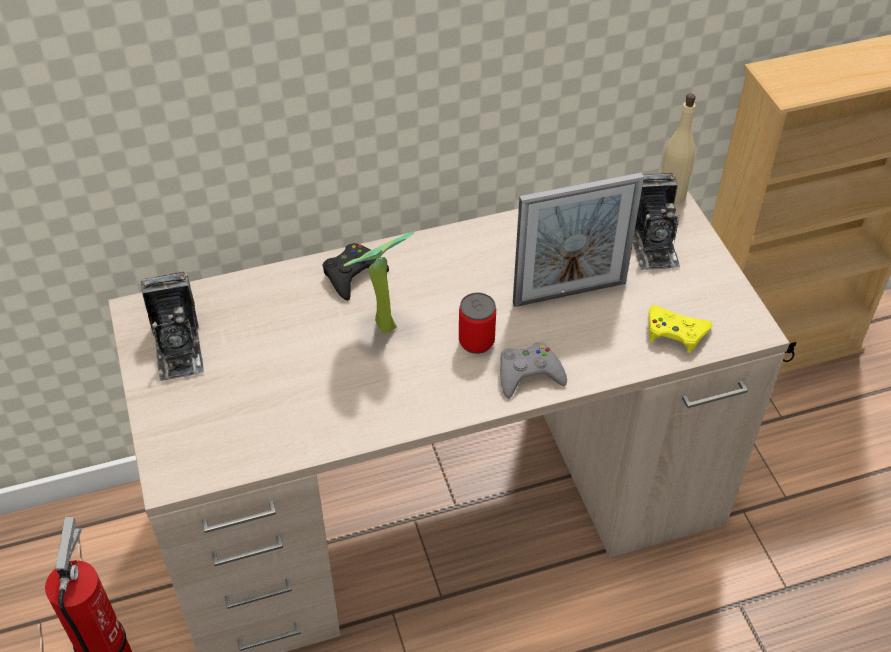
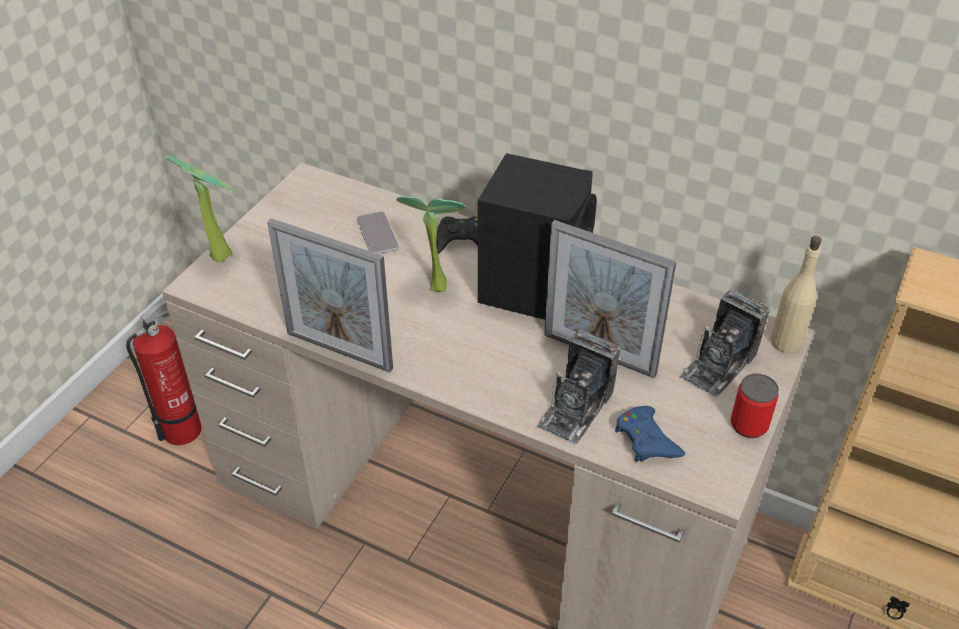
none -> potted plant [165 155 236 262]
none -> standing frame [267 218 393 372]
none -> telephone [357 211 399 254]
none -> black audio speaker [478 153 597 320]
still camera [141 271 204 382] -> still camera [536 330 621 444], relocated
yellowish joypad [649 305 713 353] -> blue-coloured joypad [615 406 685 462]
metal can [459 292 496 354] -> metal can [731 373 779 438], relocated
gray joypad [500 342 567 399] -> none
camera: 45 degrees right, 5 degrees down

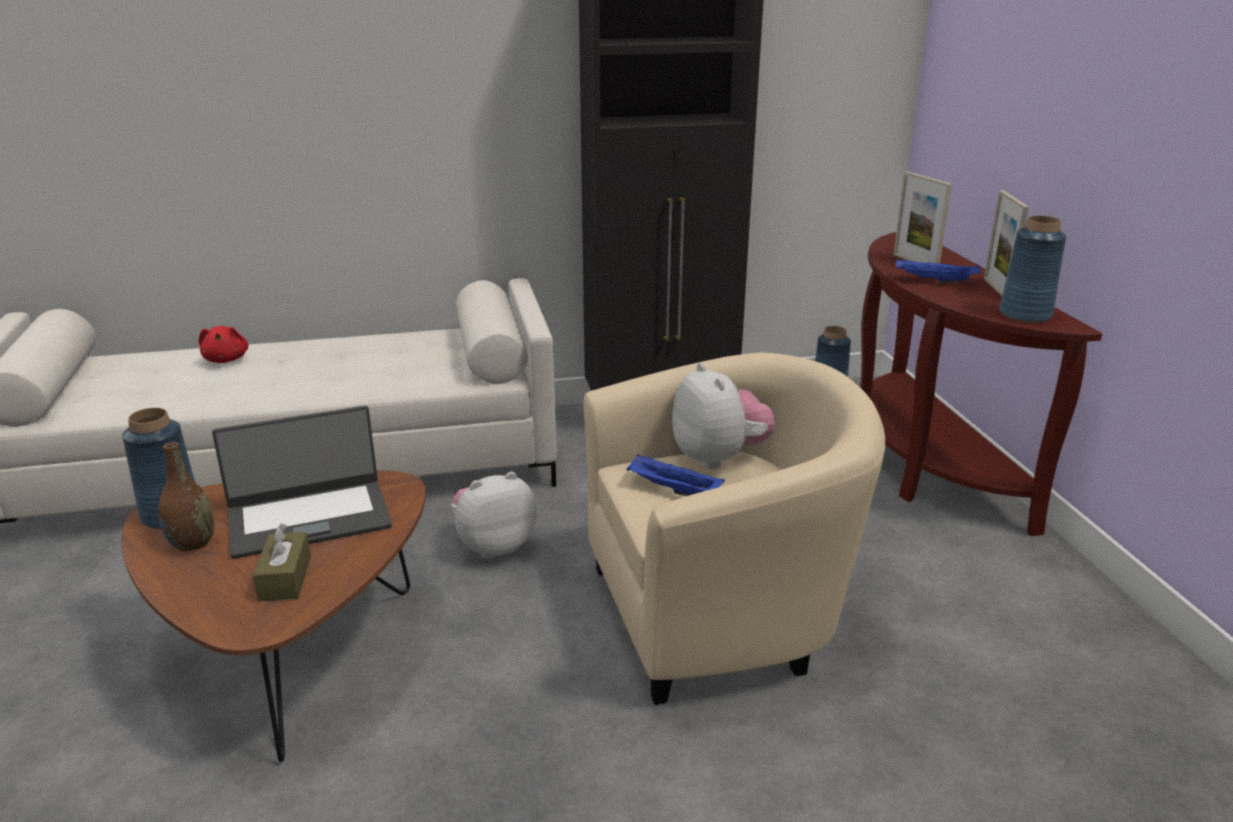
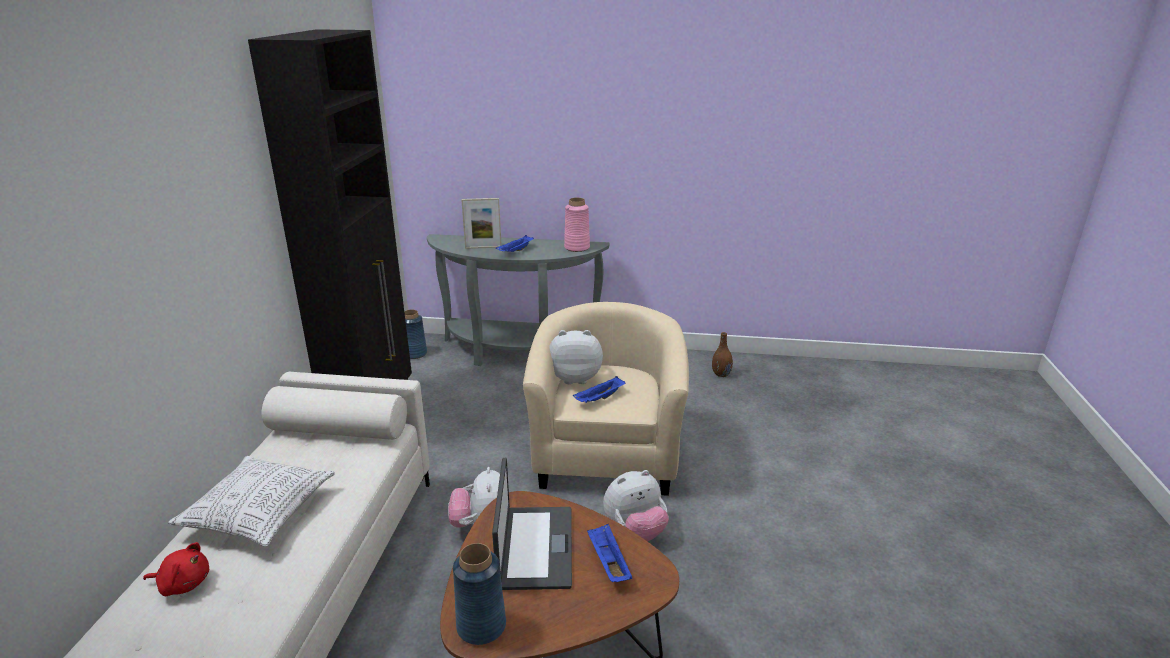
none -> pillow [168 456 335 547]
brownish narrow table [860 232 1102 536] -> gray narrow table [427 234 610 366]
blue-coloured decorative vase [999 216 1066 323] -> pink-coloured decorative vase [564 198 590 252]
brownish tissue box [253 524 311 601] -> blue-coloured tray [587 524 632 582]
none -> plush toy [603 470 669 541]
brownish decorative vase [158 442 215 552] -> brownish decorative vase [712 332 733 377], relocated
standing frame [984 190 1029 296] -> none
camera: 70 degrees left, 0 degrees up

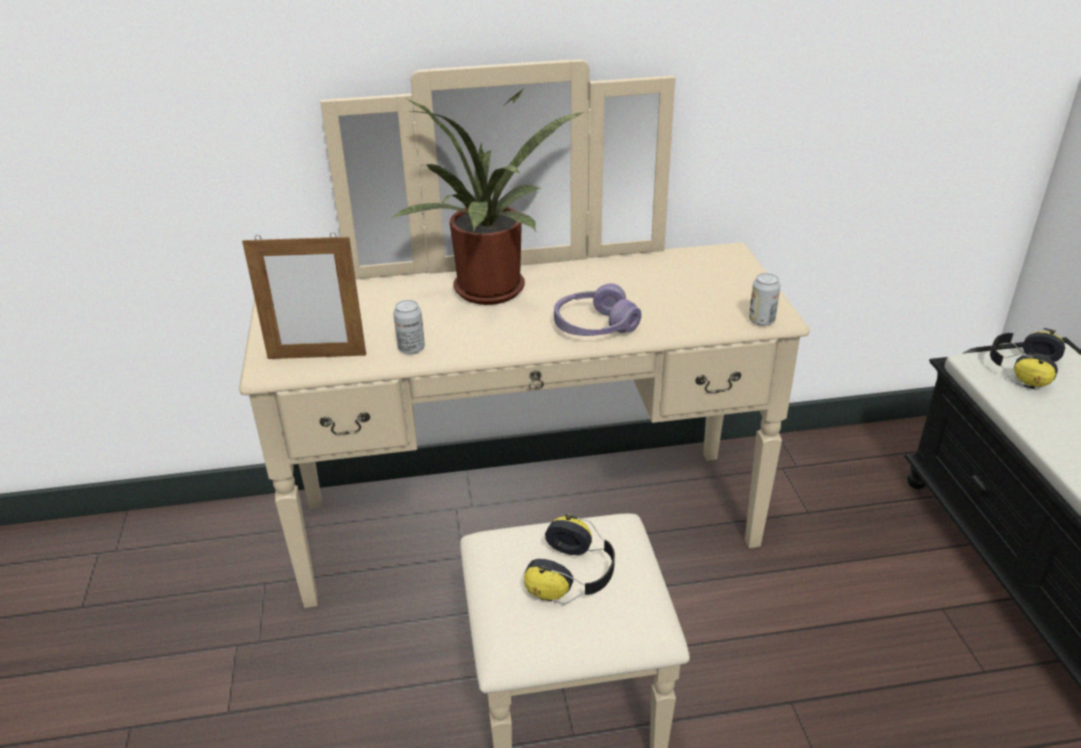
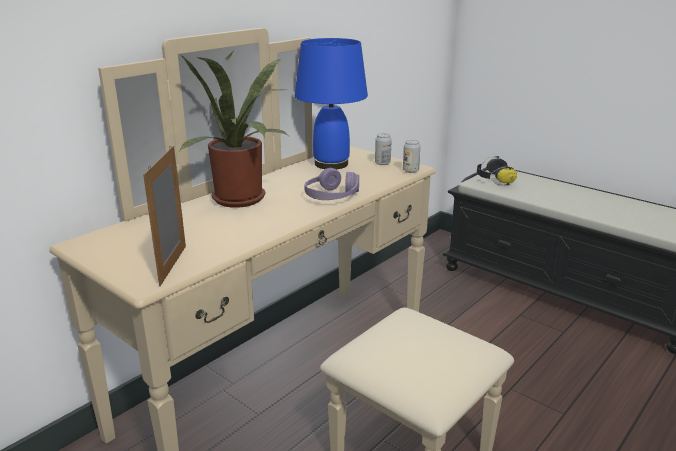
standing frame [242 233 366 359] -> standing frame [143 146 186 286], 135 degrees clockwise
none -> blue-coloured table lamp [295 38 368 169]
metal can [393 300 425 354] -> metal can [375 133 392 165], relocated
headphones [524 514 615 604] -> none
camera: 40 degrees left, 10 degrees down

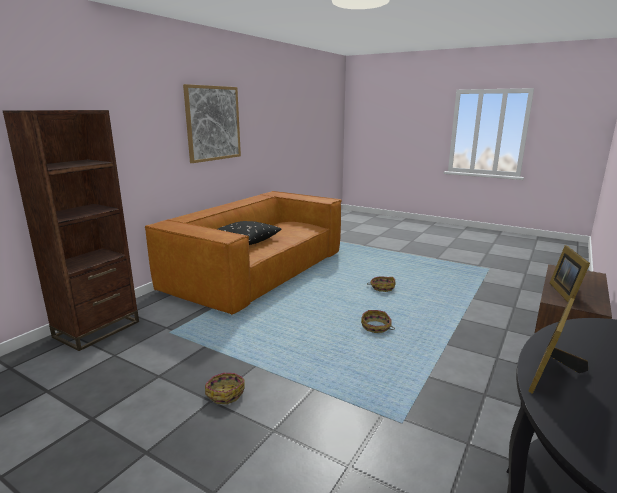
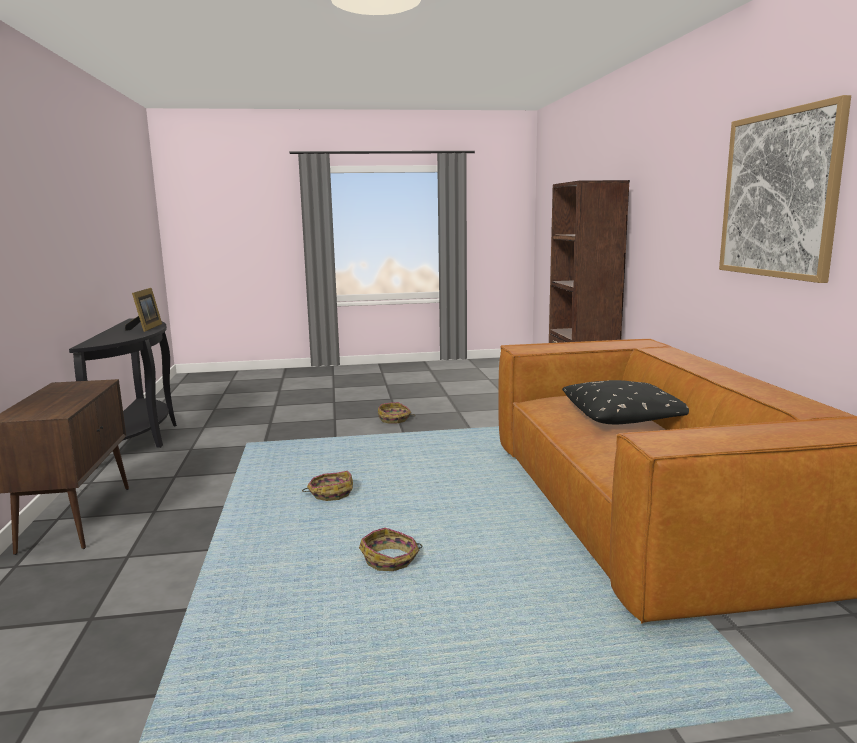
standing frame [550 245 590 302] -> none
camera: 140 degrees right, 5 degrees down

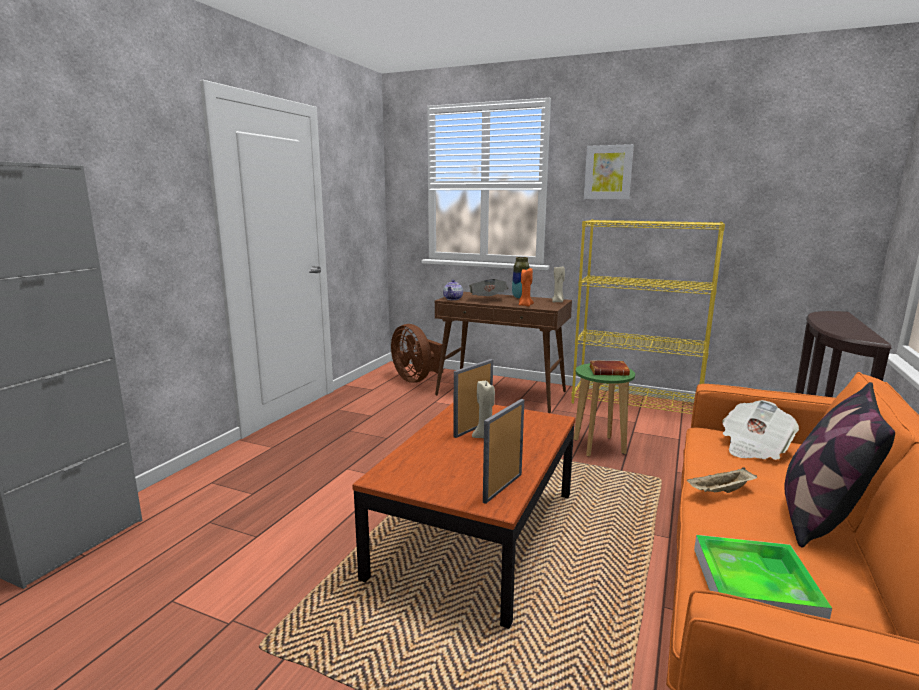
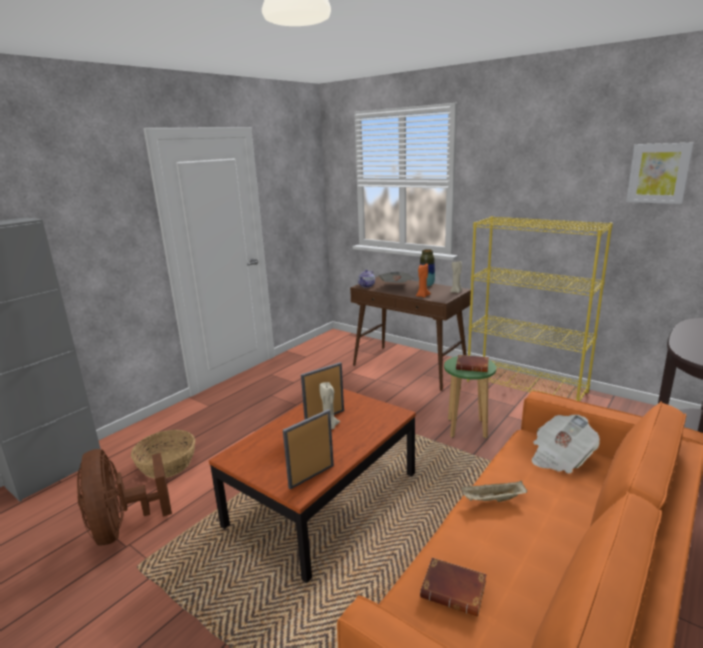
brownish electric fan [391 324 443 383] -> brownish electric fan [77 449 172 546], relocated
none -> storage basket [131 430 195 479]
tray [694 535 832 619] -> brownish volume [420 558 487 617]
wall art [584 144 634 199] -> wall art [626 143 693 204], relocated
pillow [784 382 895 548] -> none
camera: 15 degrees right, 5 degrees up

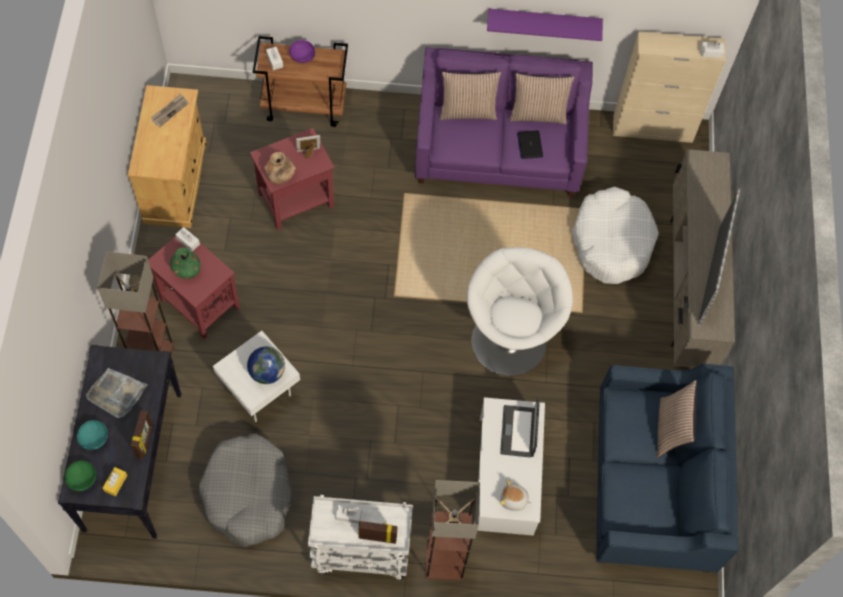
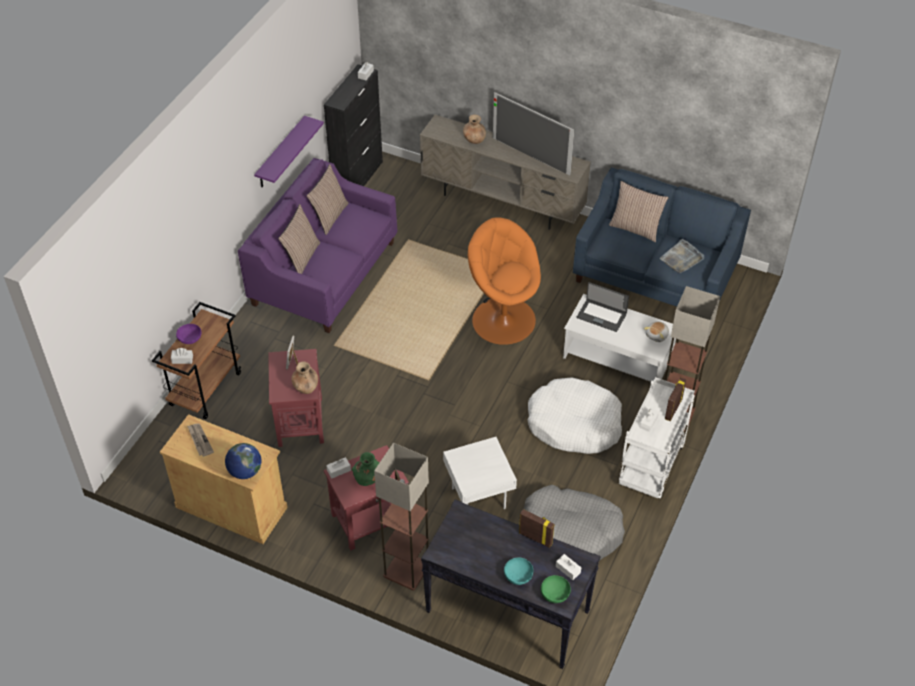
world globe [247 347 285 384] -> world globe [225 443 262 479], relocated
beige storage cabinet [613 31 726 143] -> black storage cabinet [324 64 383 186]
none -> brownish decorative vase [463 115 486 144]
white easy chair [467 247 573 376] -> orange-coloured easy chair [468 218 541 345]
white dog bed [572 187 659 284] -> white dog bed [528 377 622 454], relocated
yellowish tissue box [102 467 128 496] -> white tissue box [556 554 581 580]
gray tray [86 368 148 418] -> gray tray [659 239 704 273], relocated
notebook computer [517 130 543 159] -> none
camera: 65 degrees left, 15 degrees down

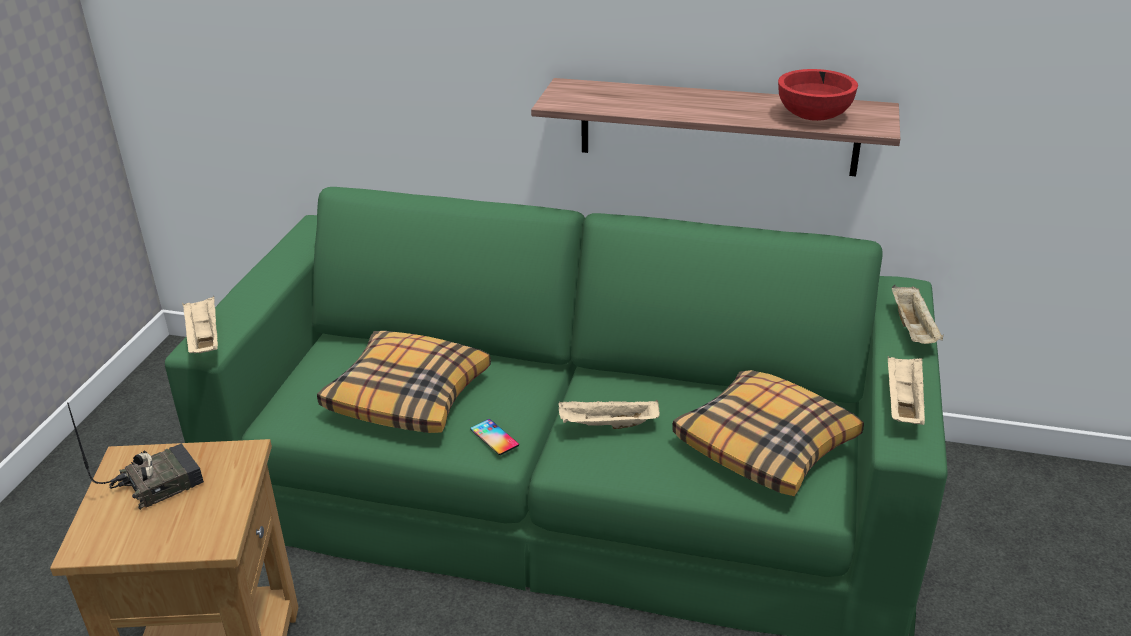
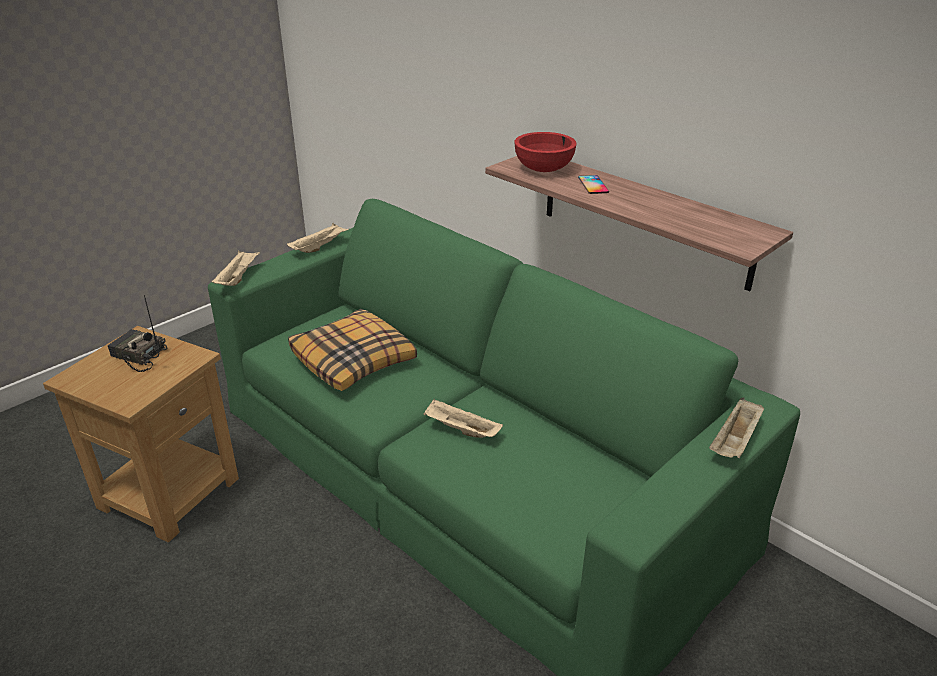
radio set [67 403 204 510] -> radio set [108 295 168 372], 150 degrees counterclockwise
beige tray [888 356 925 425] -> beige tray [287 223 349 253], relocated
reddish deep dish [778 69 858 121] -> reddish deep dish [514 132 577 172], relocated
telephone [470 419 519 455] -> telephone [578 175 609 194], relocated
pillow [672 370 864 496] -> none
camera: 30 degrees right, 0 degrees up

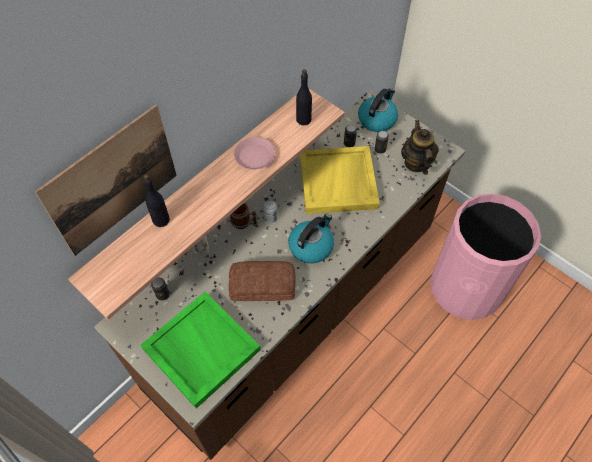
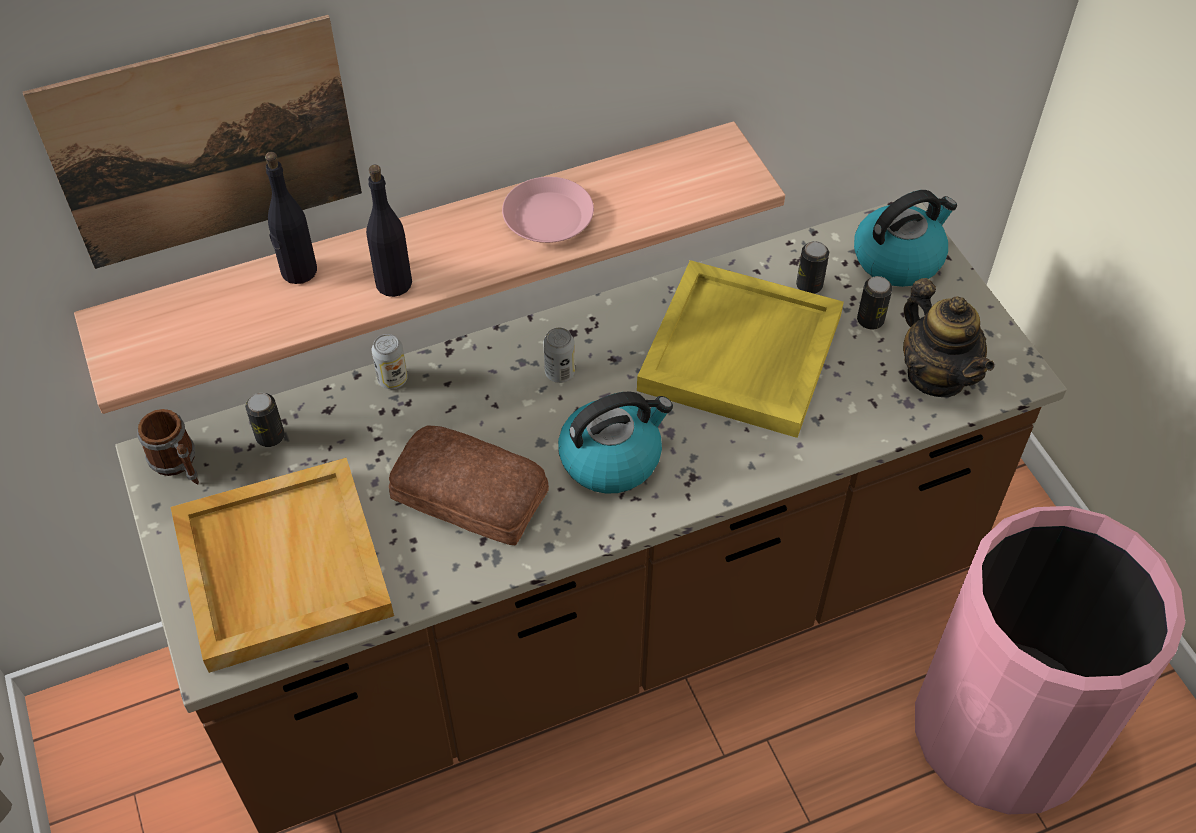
tea mug [230 202 258 229] -> tea mug [137 409 199 484], relocated
green tray [141 292 261 409] -> beige tray [171 458 394 673]
black bottle [296 69 312 125] -> black bottle [366 165 412 297], relocated
teapot [401 120 439 175] -> teapot [903 278 994 397], 135 degrees clockwise
camera: 25 degrees right, 5 degrees down

